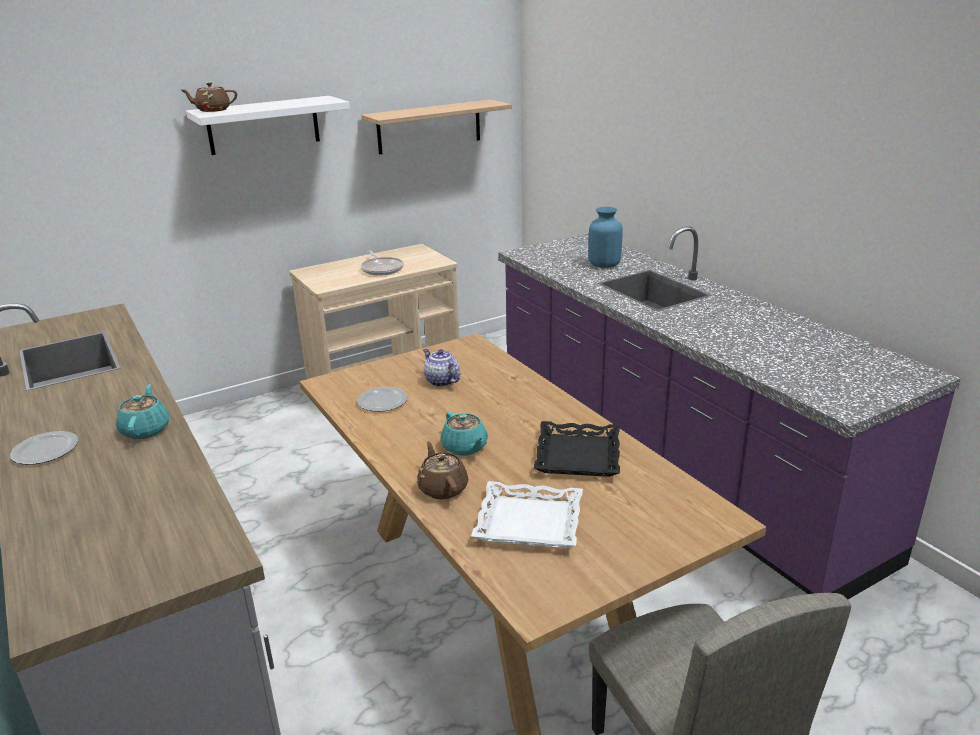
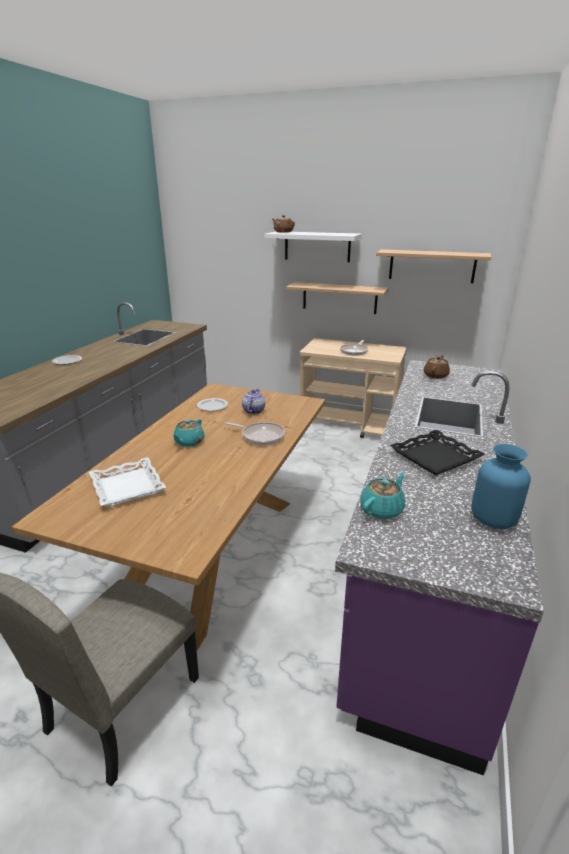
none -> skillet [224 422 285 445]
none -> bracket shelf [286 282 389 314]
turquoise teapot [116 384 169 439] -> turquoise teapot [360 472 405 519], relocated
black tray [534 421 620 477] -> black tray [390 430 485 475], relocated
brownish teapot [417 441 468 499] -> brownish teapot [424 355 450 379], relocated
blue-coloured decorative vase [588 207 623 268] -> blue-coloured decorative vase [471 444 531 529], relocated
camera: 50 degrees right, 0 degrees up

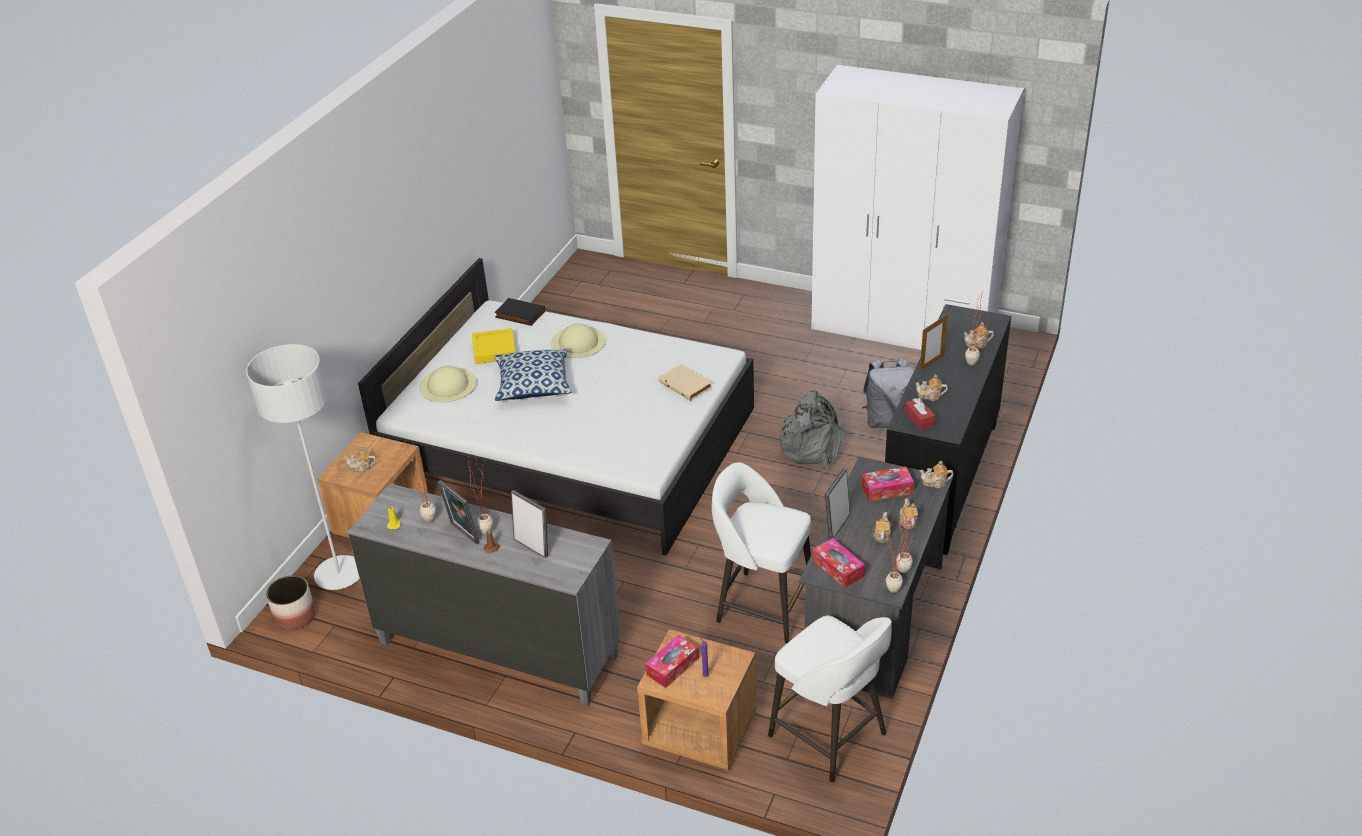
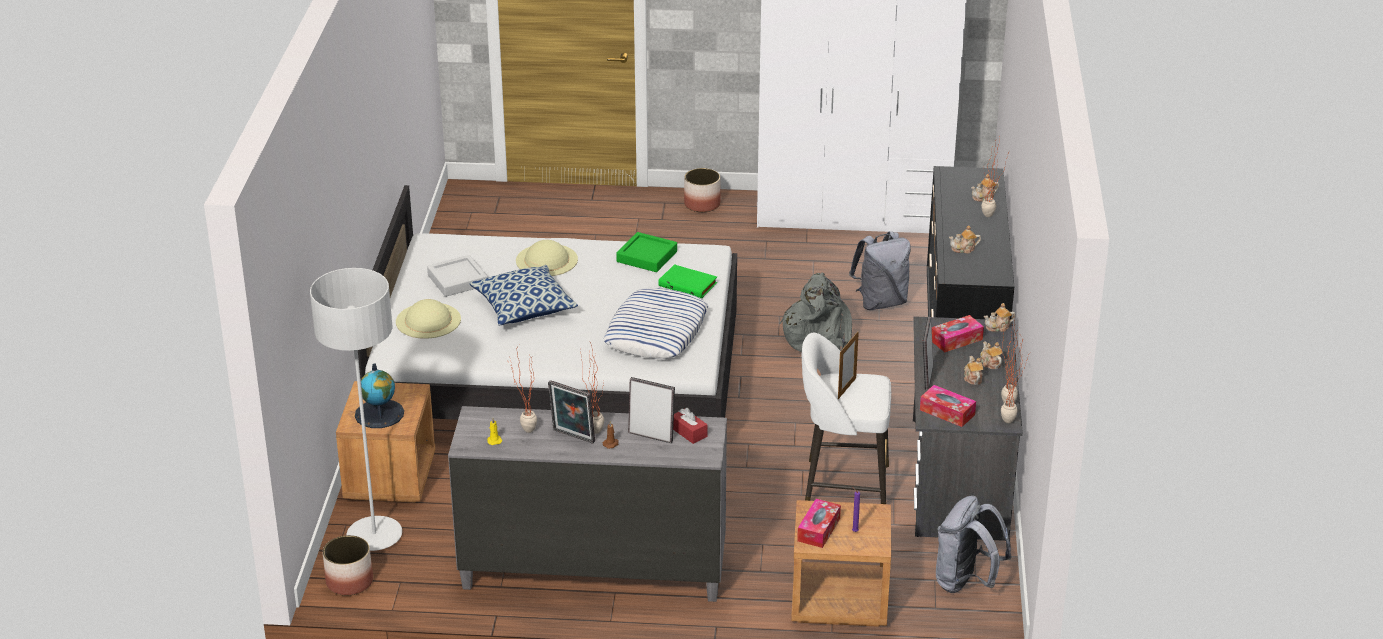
teapot [344 447 376 473] -> world globe [355 363 404 428]
yellowish tray [472 328 516 364] -> gray tray [427 255 488 297]
none -> pillow [604 288 708 359]
none -> green tray [616 232 677 272]
beige volume [659 364 712 401] -> green volume [658 264 717 298]
reddish tissue box [905 398 936 430] -> reddish tissue box [673 408 707 444], relocated
none -> planter [684 168 721 212]
standing frame [920 314 948 372] -> standing frame [838 331 859 399], relocated
white stool [768 615 892 782] -> gray backpack [936 496 1012 593]
black volume [495 298 545 326] -> none
camera: 20 degrees left, 5 degrees down

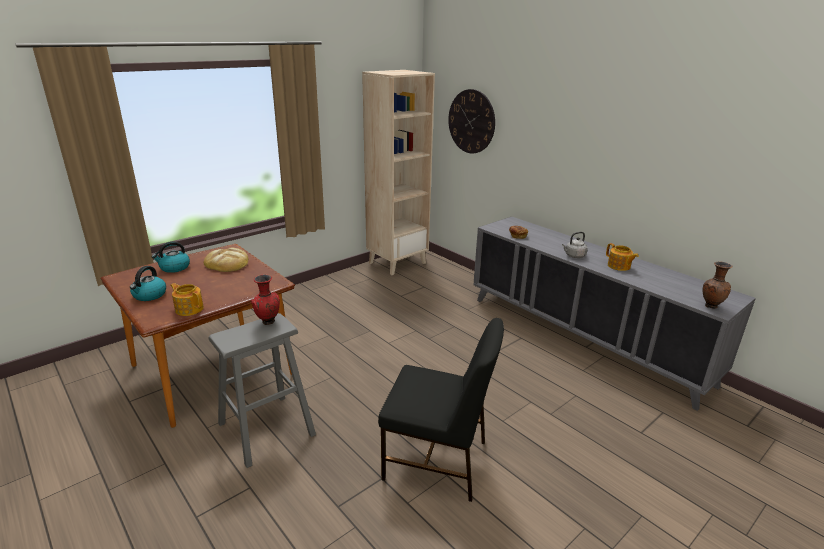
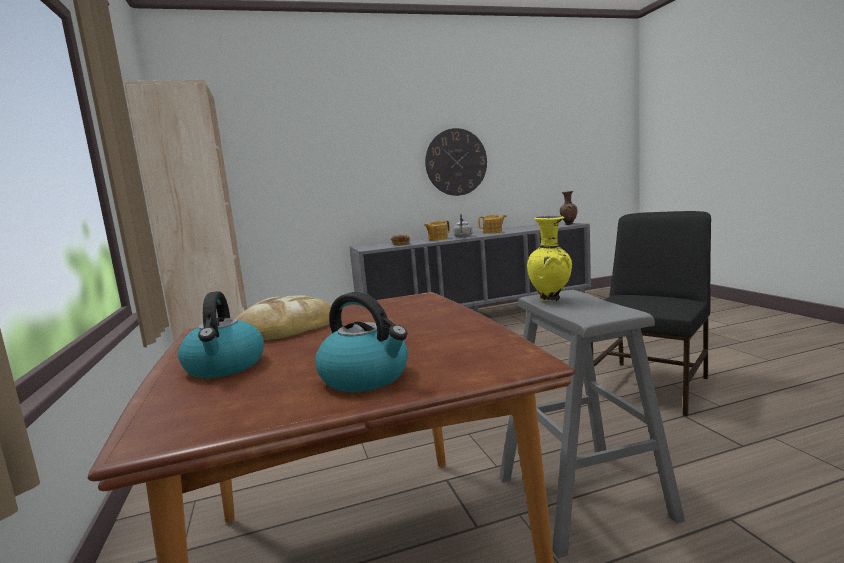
teapot [170 283 204 316] -> teapot [424 220 450 240], relocated
hanging clock [448 89 495 153] -> hanging clock [425 128 487 196], relocated
reddish decorative vase [251 275 280 325] -> yellowish decorative vase [527 216 572 301]
camera: 65 degrees left, 15 degrees down

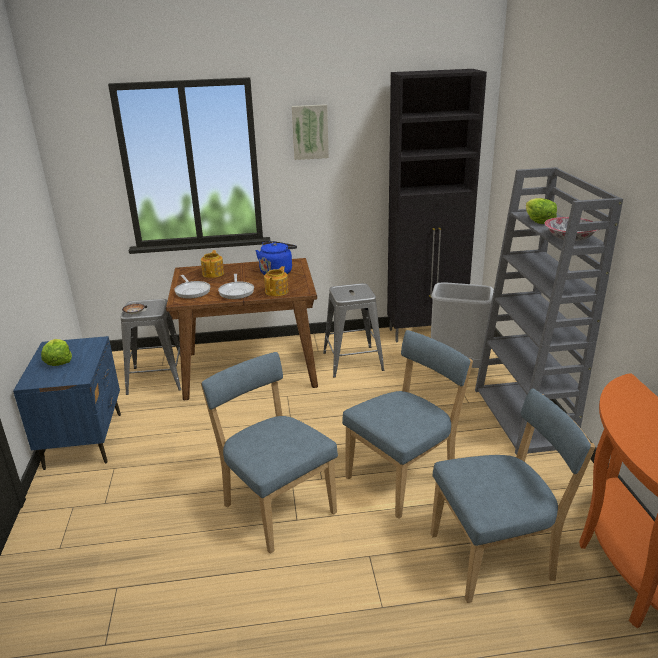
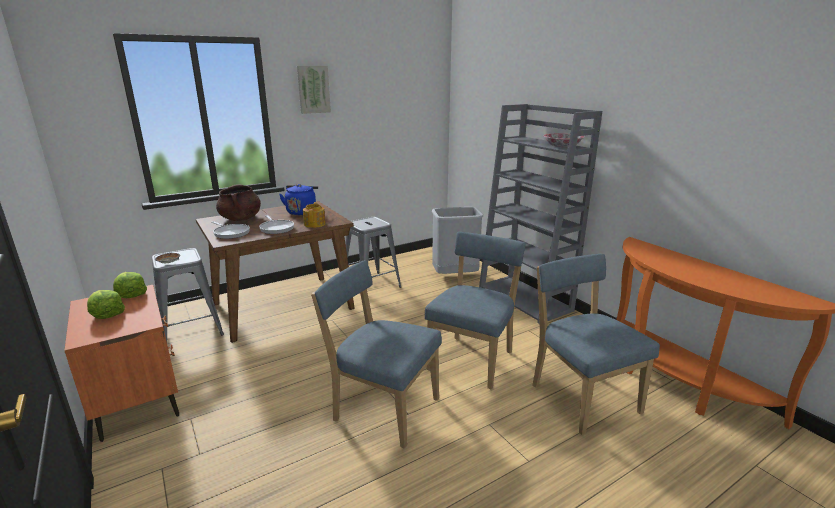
blue-coloured bedside table [13 336 121 470] -> orange-coloured bedside table [64 285 179 442]
lettuce head [526 198 557 224] -> lettuce head [113 272 147 298], relocated
teapot [201 250 224 278] -> brownish saucepot [216 184 261 221]
blue-coloured plain chair [431 388 595 603] -> blue-coloured plain chair [532 254 660 435], 75 degrees counterclockwise
black storage cabinet [387 69 487 342] -> none
camera: 25 degrees left, 5 degrees down

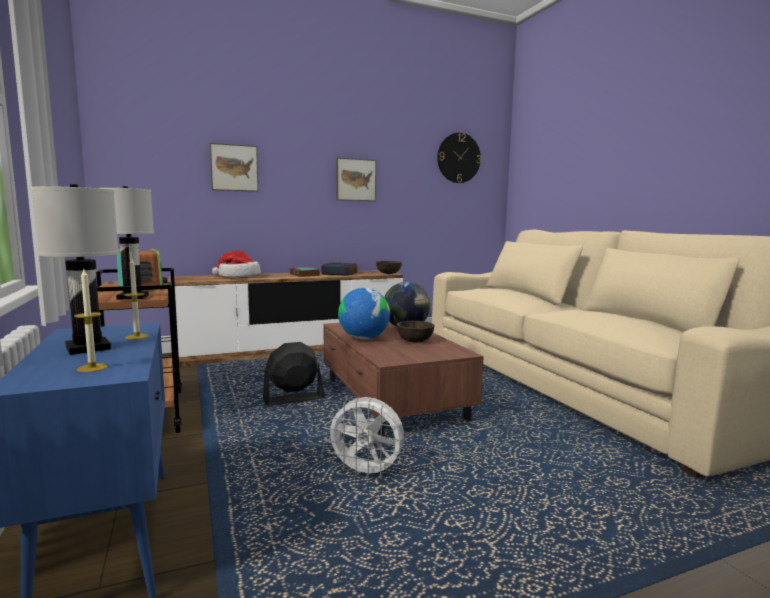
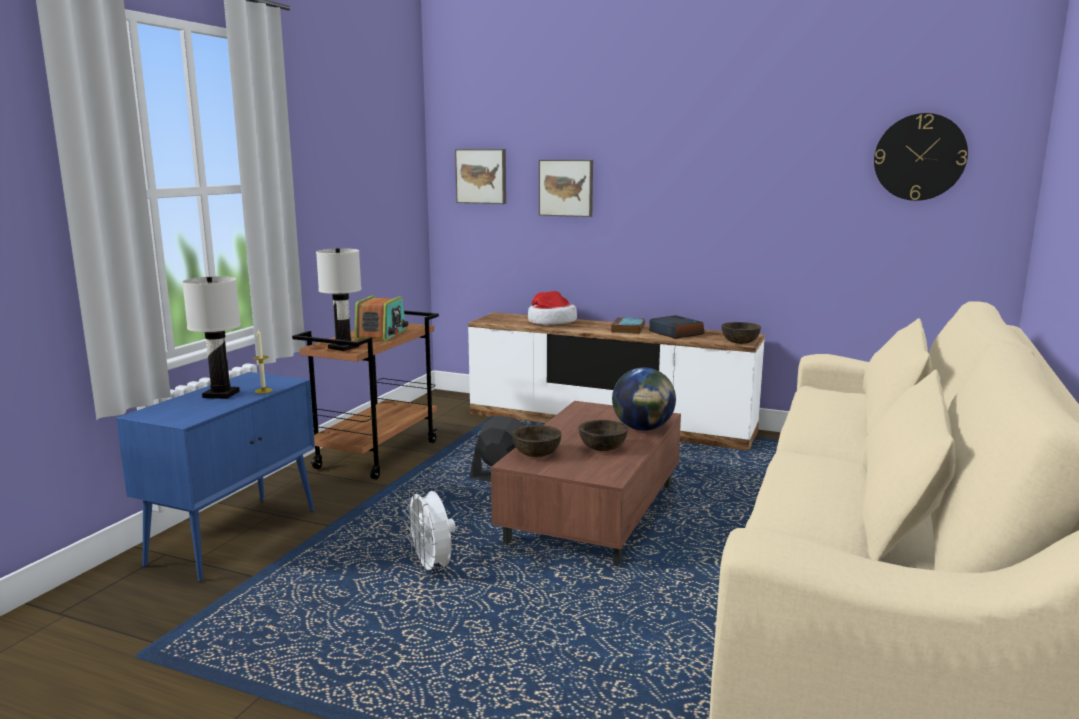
wall art [336 158 376 201] -> wall art [455 149 506 204], relocated
none -> brownish deep dish [512 425 562 457]
candle [74 269 108 372] -> none
world globe [338 288 390 340] -> none
camera: 45 degrees right, 5 degrees up

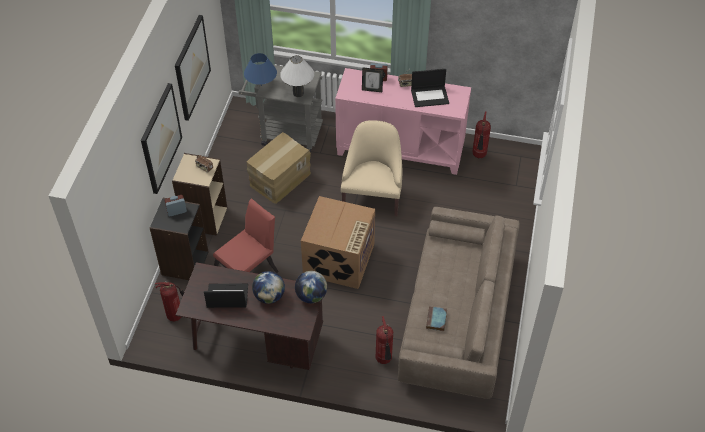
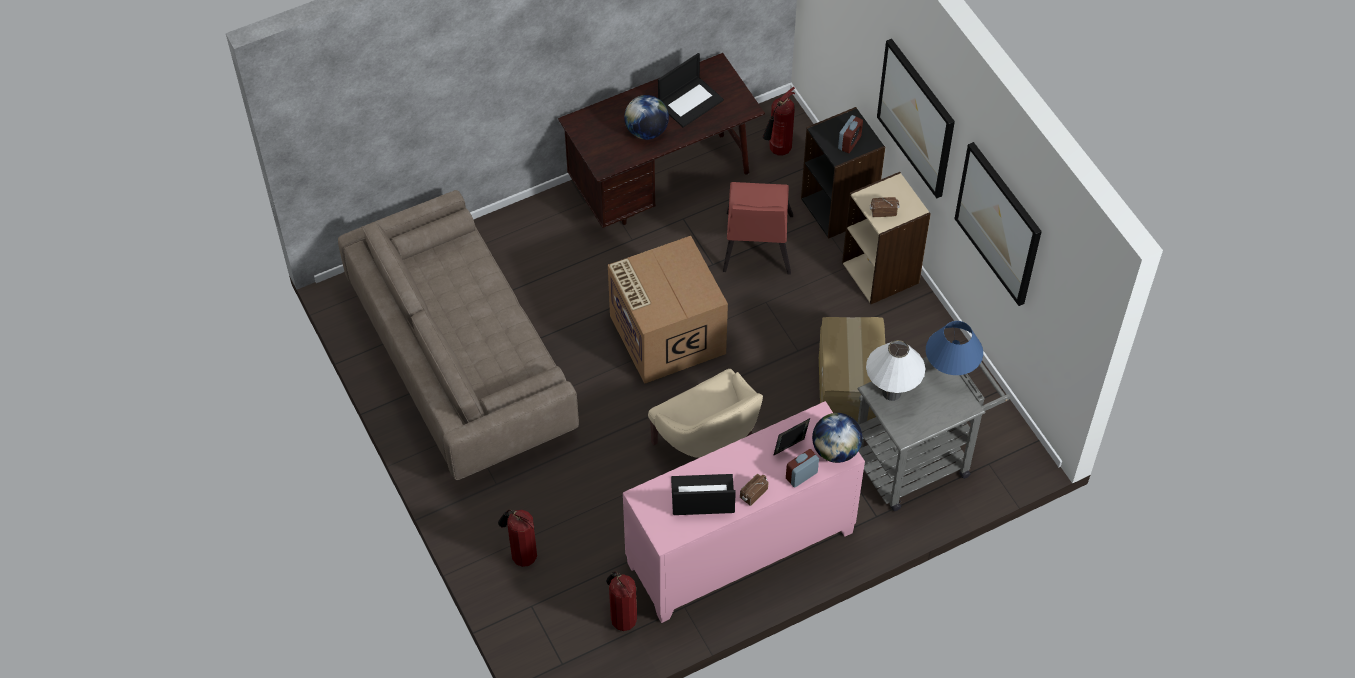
fire extinguisher [376 316 393 364] -> fire extinguisher [498 510 537 567], relocated
notebook computer [411 69 449 107] -> notebook computer [671 474 736 515], 45 degrees clockwise
world globe [295 271 327 303] -> world globe [812 413 862 463], relocated
volume [426 306 447 331] -> none
camera: 140 degrees right, 5 degrees up

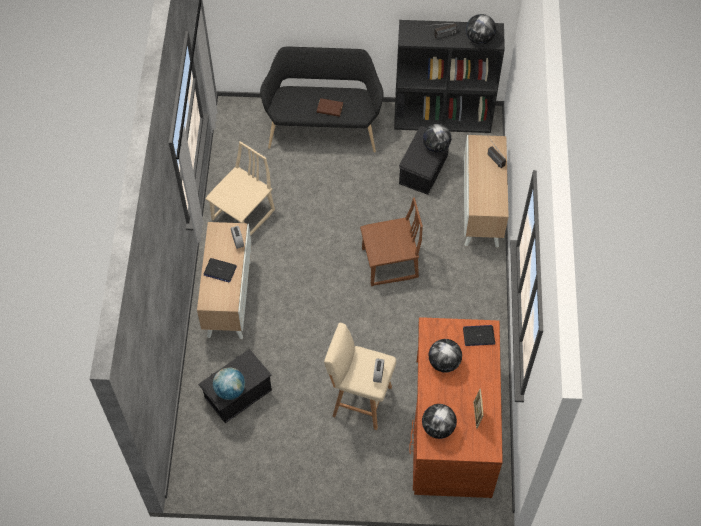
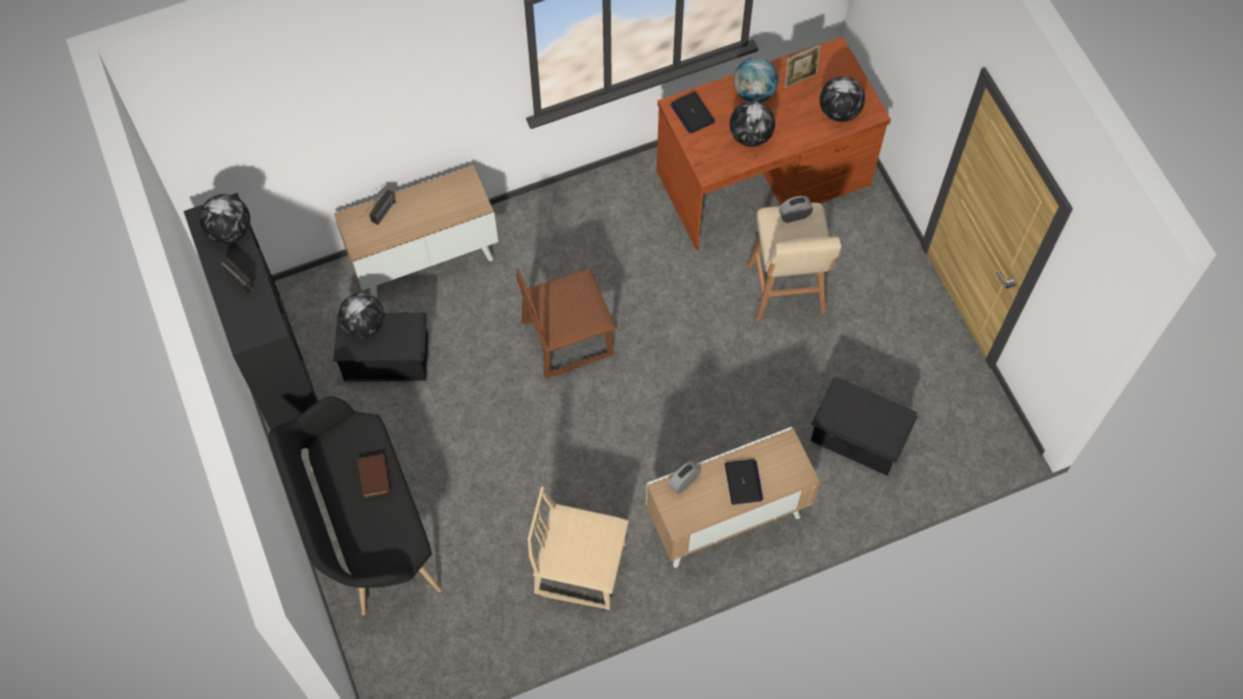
brownish plain chair [360 198 423 286] -> brownish plain chair [516 268 616 379], 75 degrees counterclockwise
world globe [213 367 245 400] -> world globe [733 57 778 102], relocated
camera: 115 degrees left, 5 degrees up

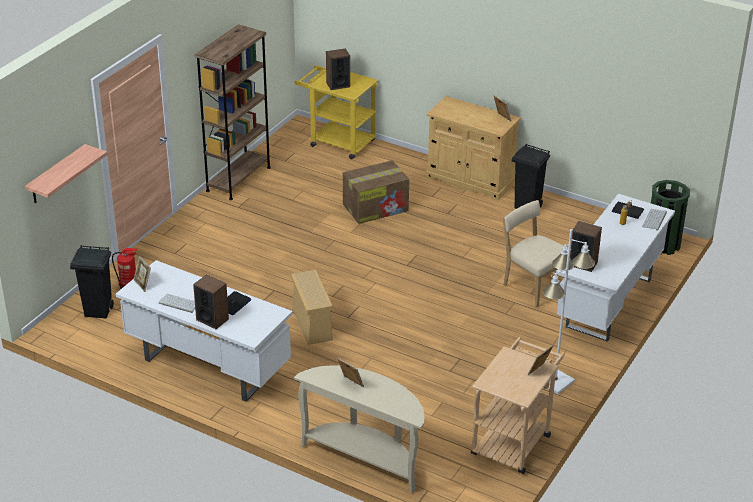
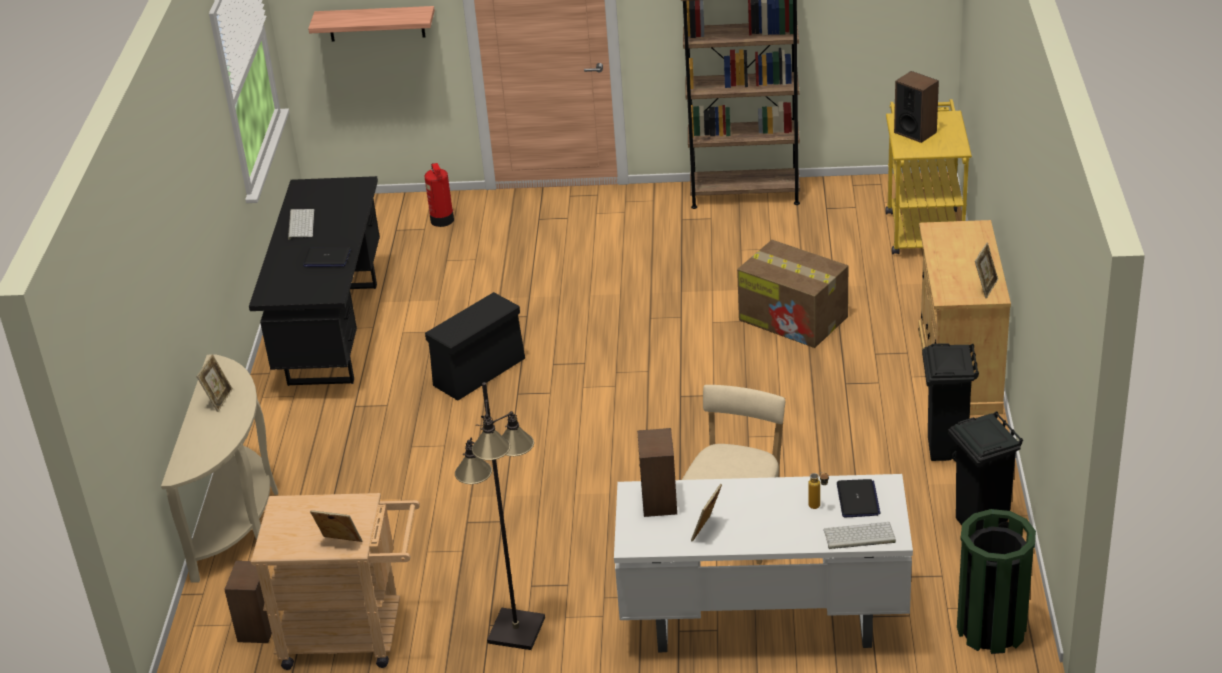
audio speaker [193 274 229 329] -> audio speaker [224 561 272 643], relocated
white desk unit [116 260 293 402] -> black desk unit [249 176 380 386]
beige storage box [291 270 333 345] -> black storage box [425 292 525 400]
white floor lamp [543 229 595 394] -> black floor lamp [455 382 545 650]
standing frame [134 256 151 292] -> standing frame [691 484 722 542], relocated
black rubbish bin [70 245 114 318] -> black rubbish bin [948 411 1023 531], relocated
camera: 65 degrees right, 0 degrees up

